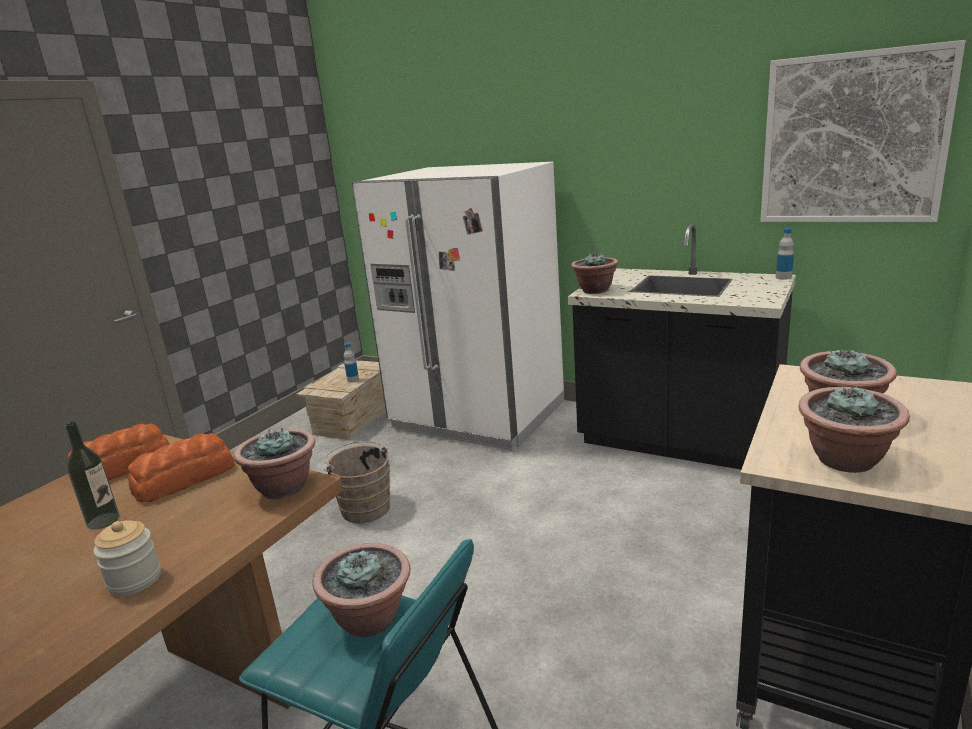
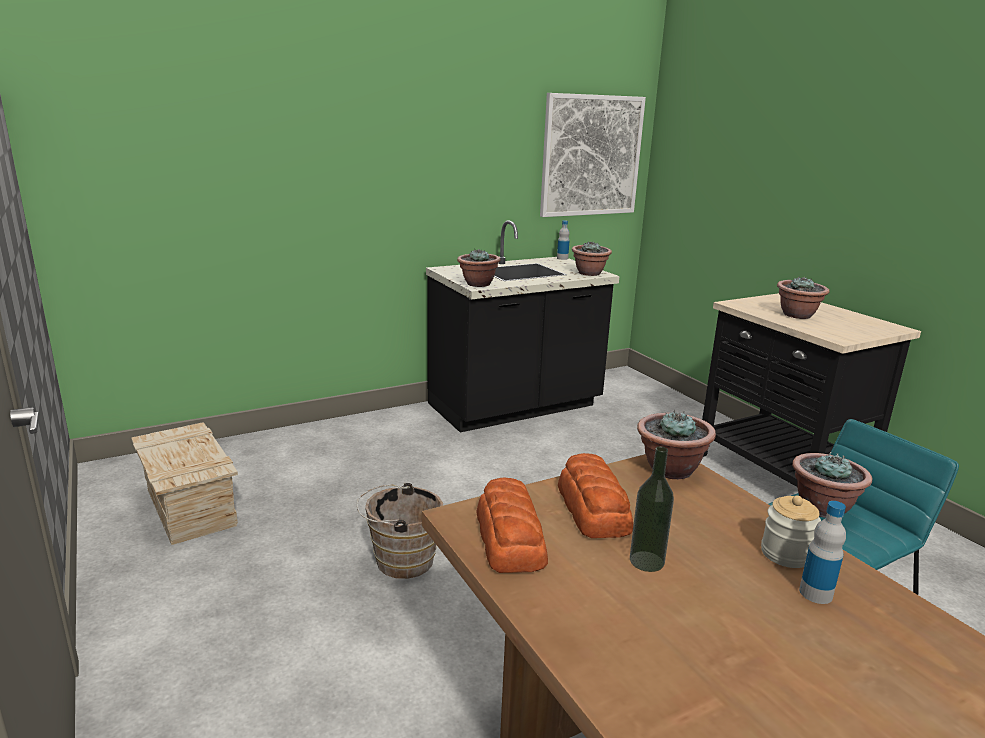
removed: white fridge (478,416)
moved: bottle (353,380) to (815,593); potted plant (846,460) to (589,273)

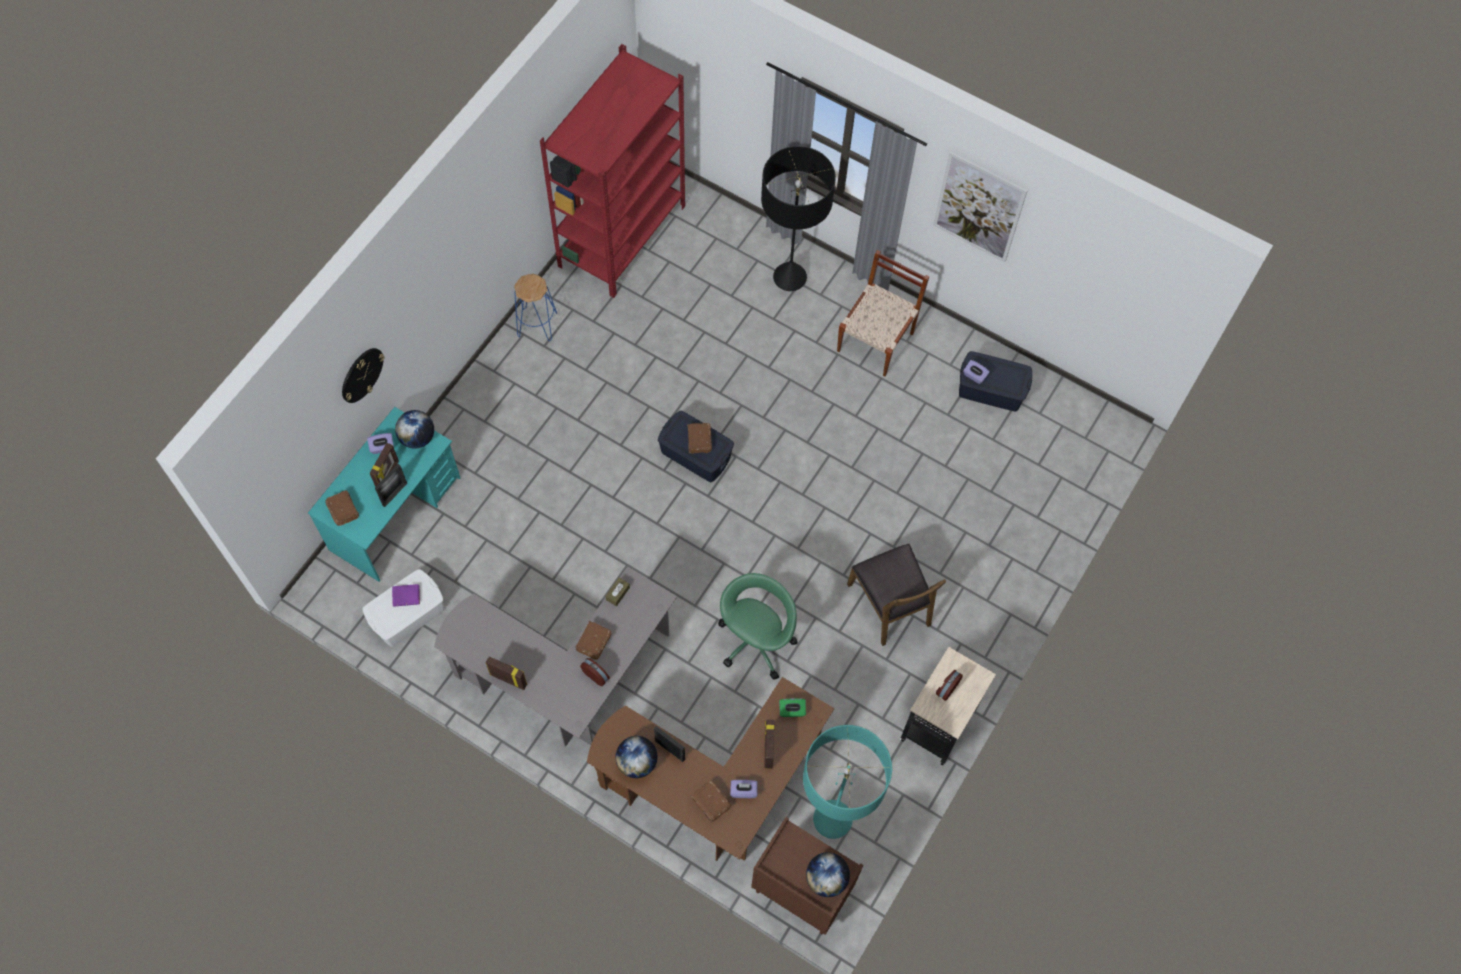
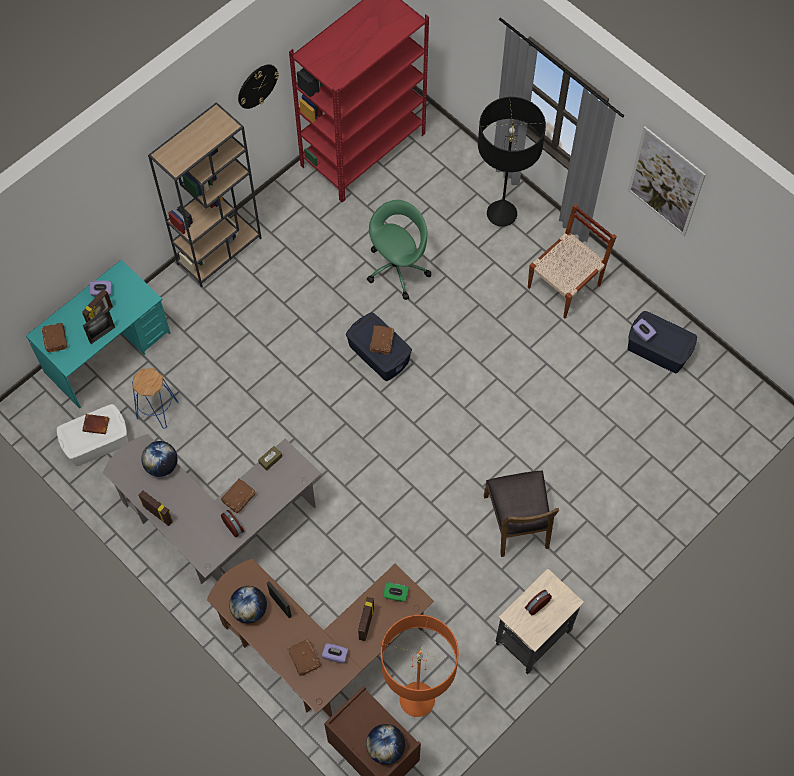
added: bookcase (219,250)
moved: blue stool (537,325) to (157,410); wall clock (361,375) to (257,86); globe (418,438) to (162,465); green office chair (756,641) to (398,268)
recoloured: purple book (407,595) to brown book (97,424); turquoise floor lamp (832,820) to orange floor lamp (417,700)

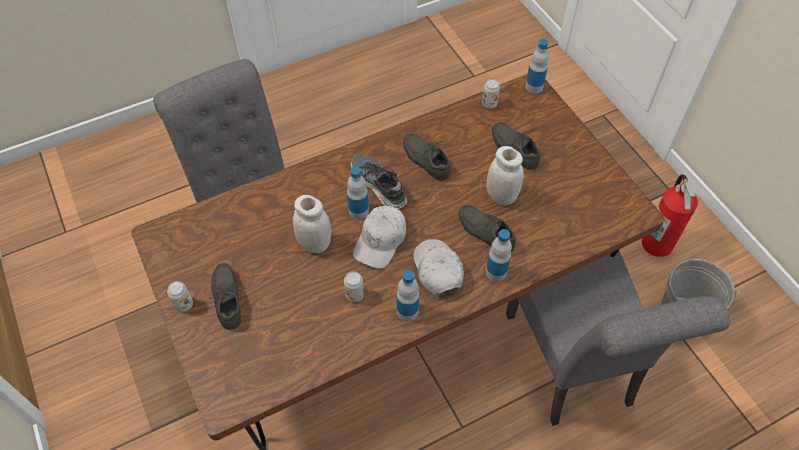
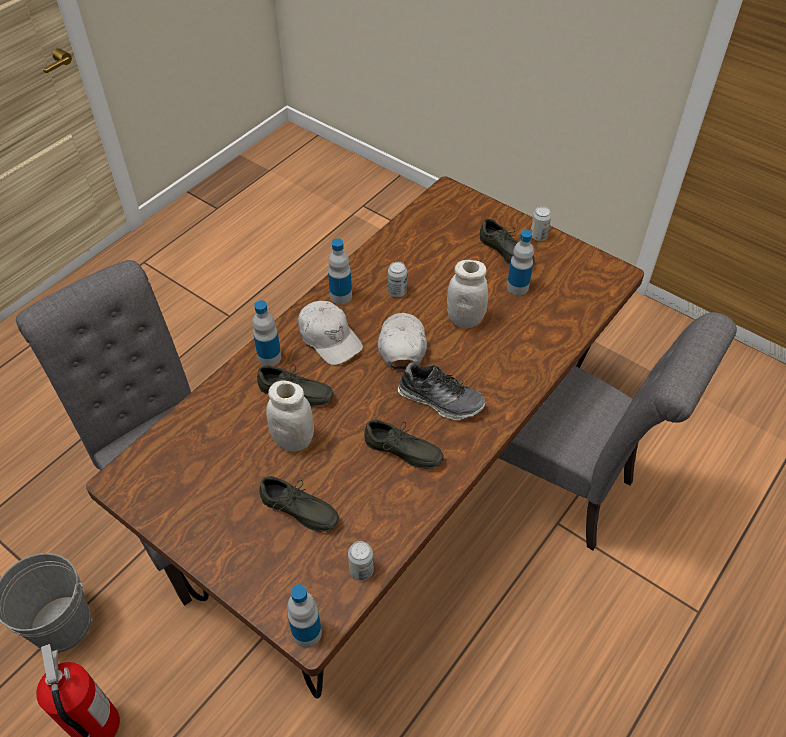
moved: bottle (358,211) to (517,287)

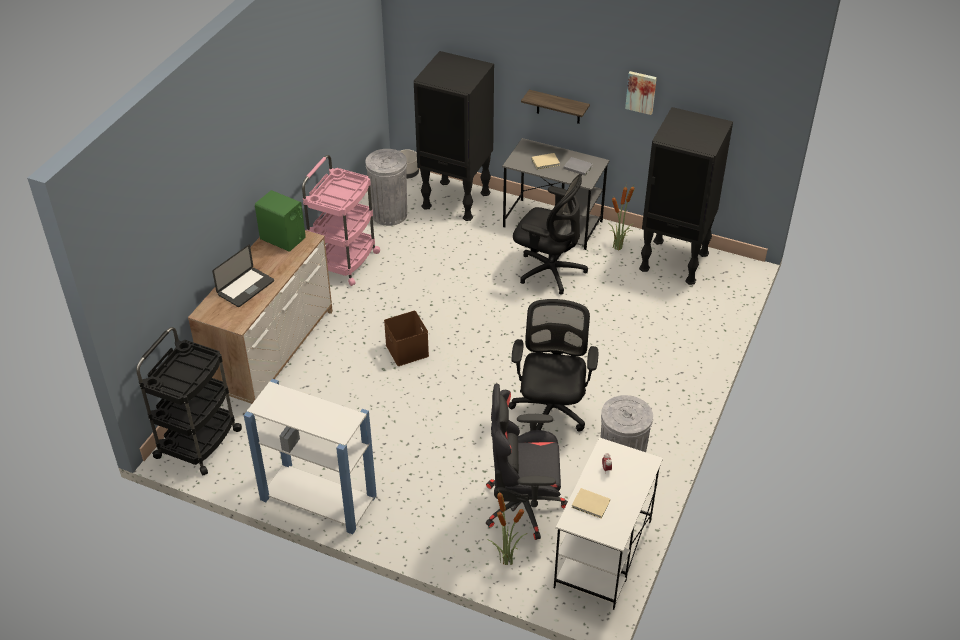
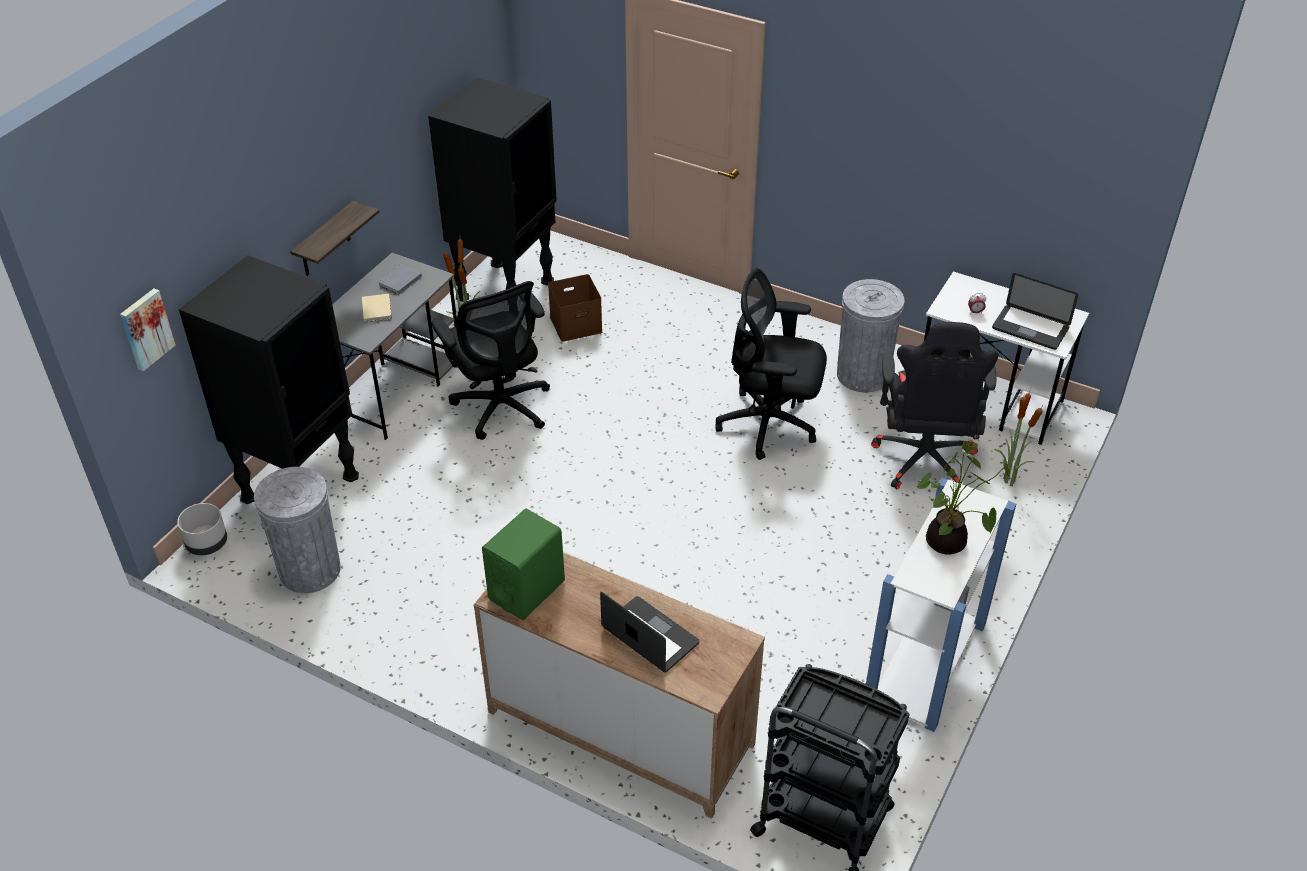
removed: pink cart (344,262)
added: potted plant (949,543)
moved: picture (641,92) to (145,328); brown storage box (408,350) to (576,323)
replaced: beige book (591,505) to laptop (1030,328)
turned: black office chair (546,271) = (497,403) 120 degrees clockwise

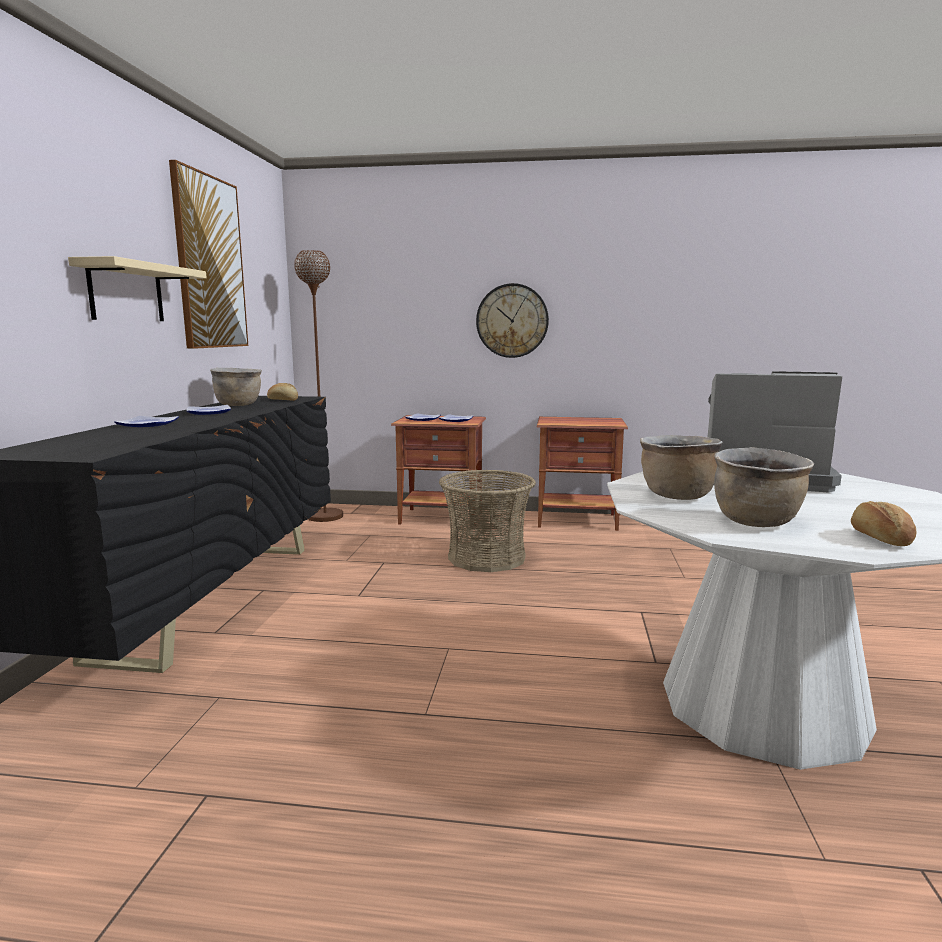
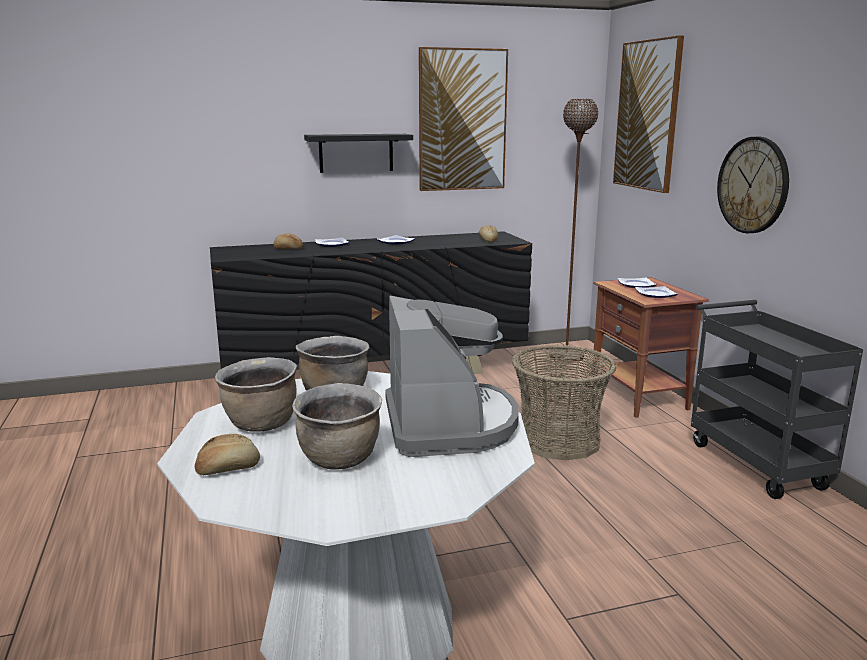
added: picture (647,115); bread (288,249)
moved: brown cooking pot (238,405) to (340,460)
replaced: nightstand (578,520) to grey cart (753,465)
recoloured: beige shelf (126,293) to black shelf (356,153)

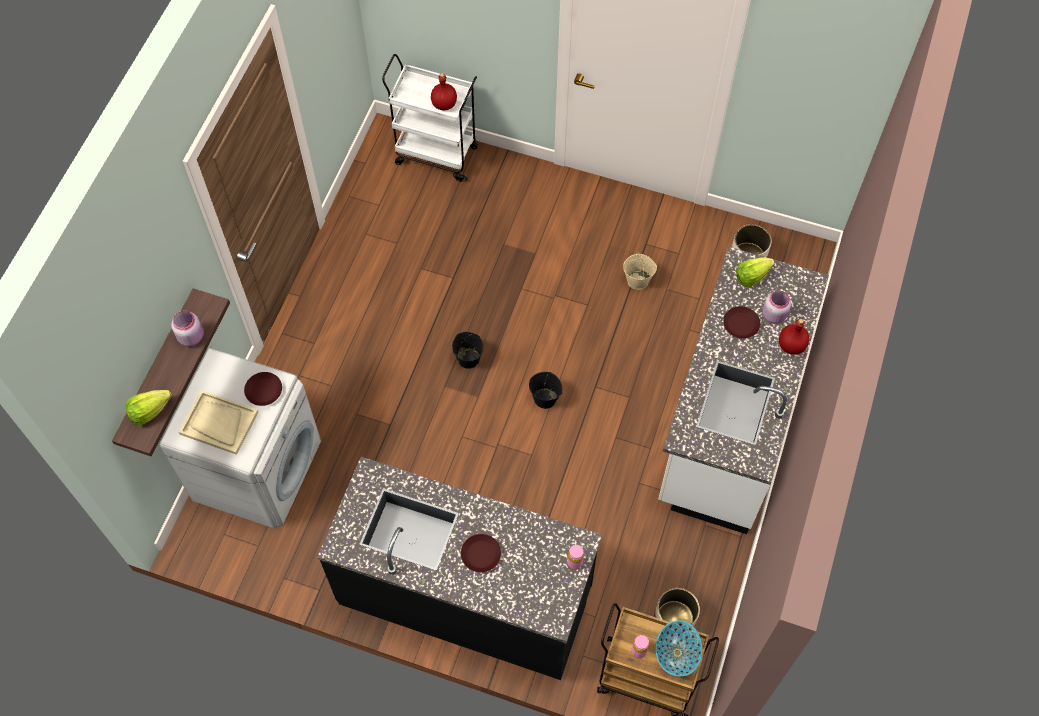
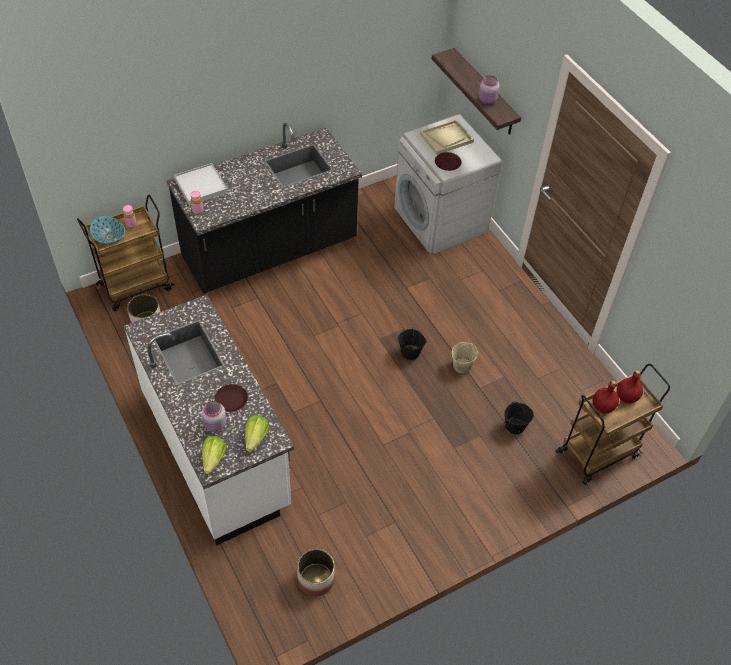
removed: brown plate (480,555)
added: white tray (201,186)
moved: beige bucket (638,280) to (461,366); red bottle (791,346) to (626,396); black bucket (545,398) to (514,426); lettuce (149,411) to (213,459)
recoloured: white cart (437,155) to brown cart (597,454)

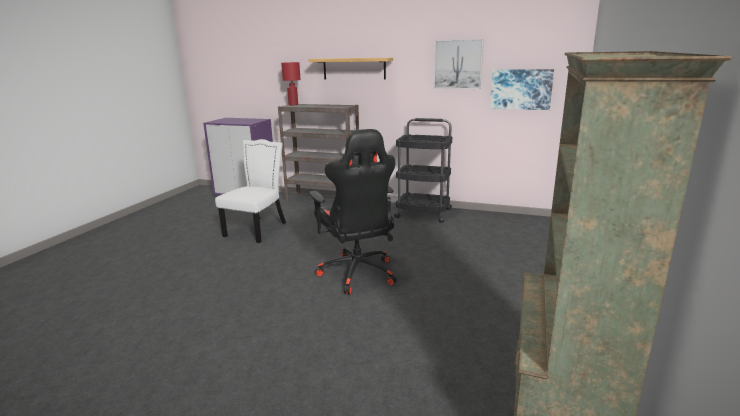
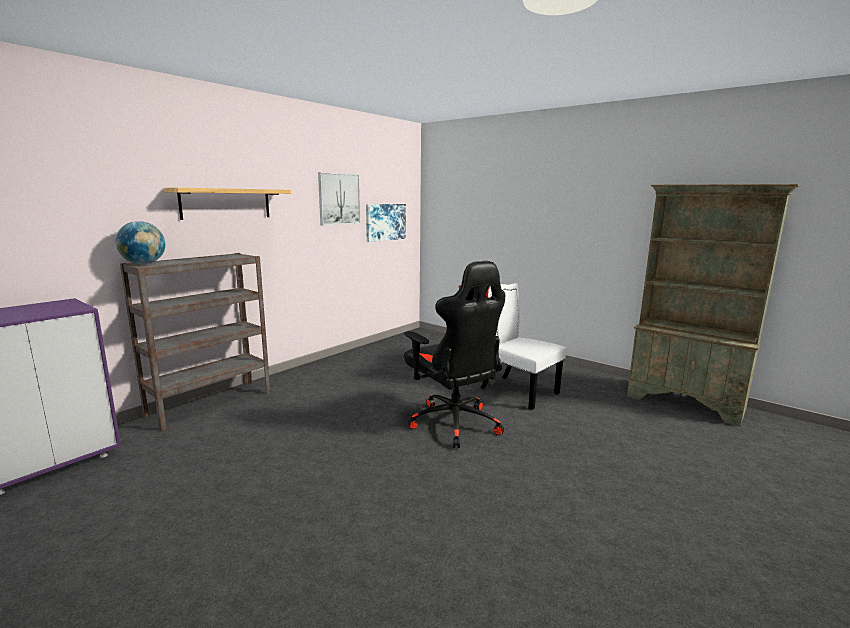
removed: black cart (423,213)
moved: white chair (256,230) to (519,392)
replaced: red table lamp (293,105) to globe (144,264)
turned: black office chair (355,270) = (450,420) 60 degrees clockwise

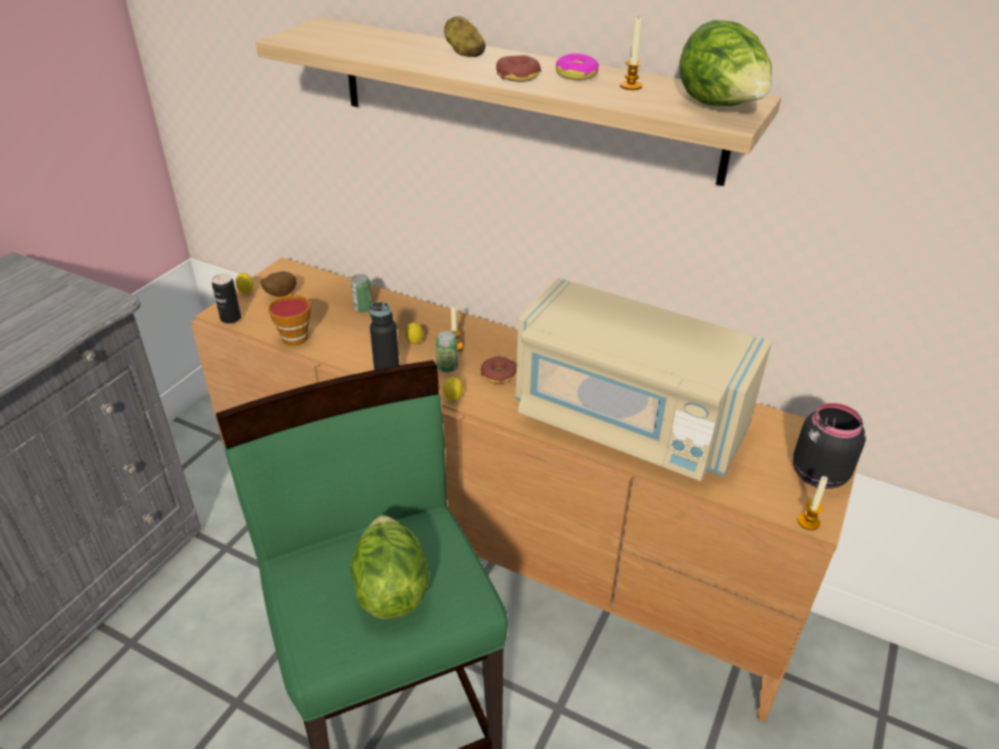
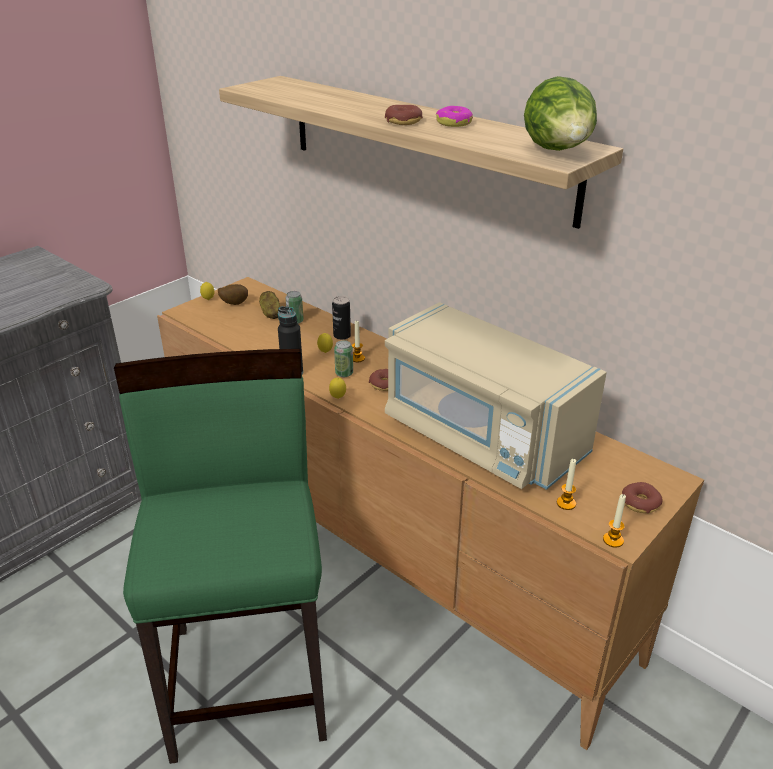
removed: cup (293,336); lettuce (390,588)
moved: potato (464,53) to (270,313); candle (630,86) to (566,503); can (231,318) to (342,336)
replaced: black jar (816,474) to donut (640,503)

